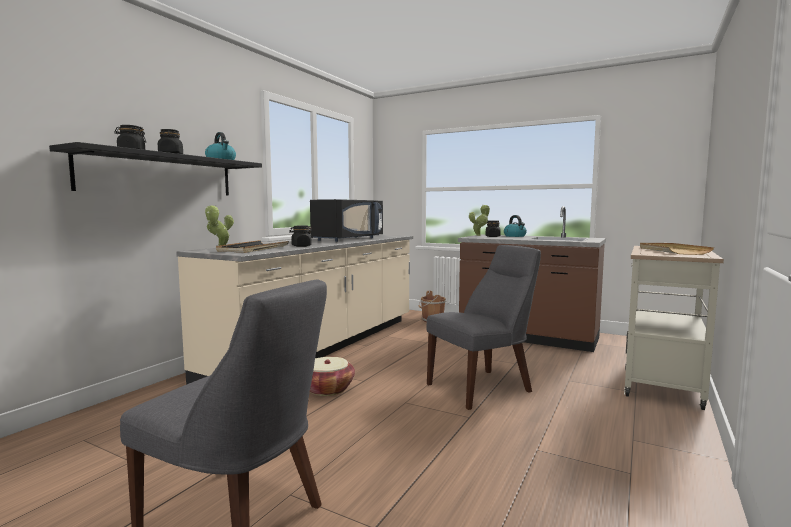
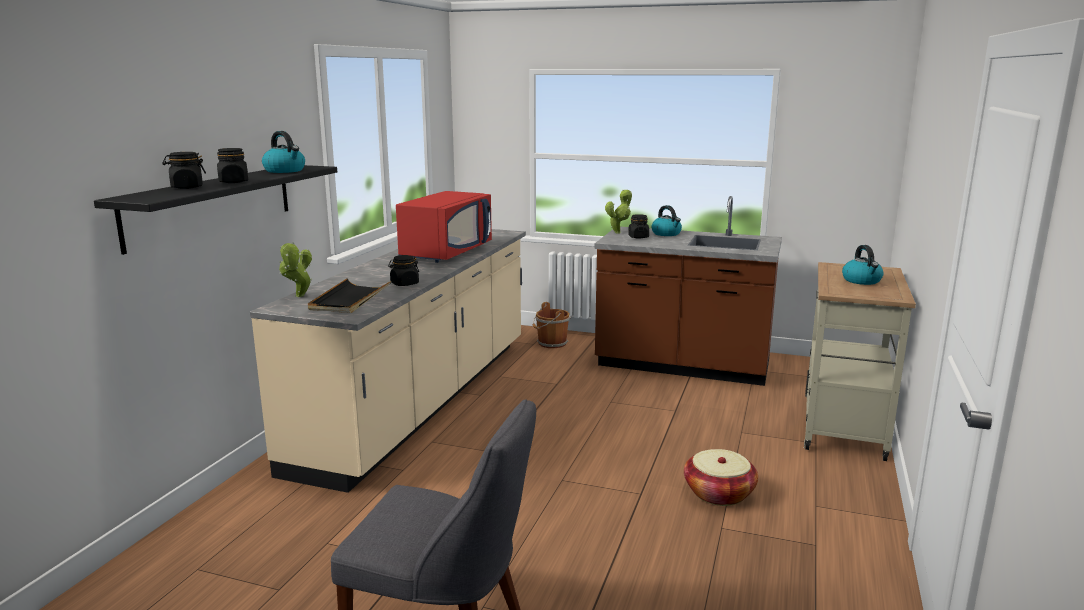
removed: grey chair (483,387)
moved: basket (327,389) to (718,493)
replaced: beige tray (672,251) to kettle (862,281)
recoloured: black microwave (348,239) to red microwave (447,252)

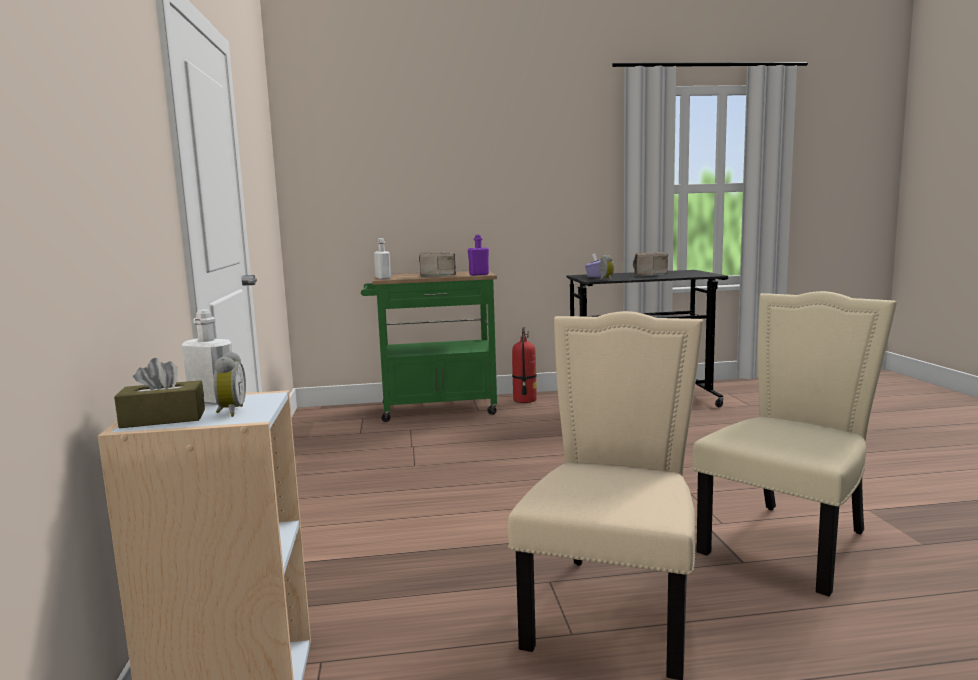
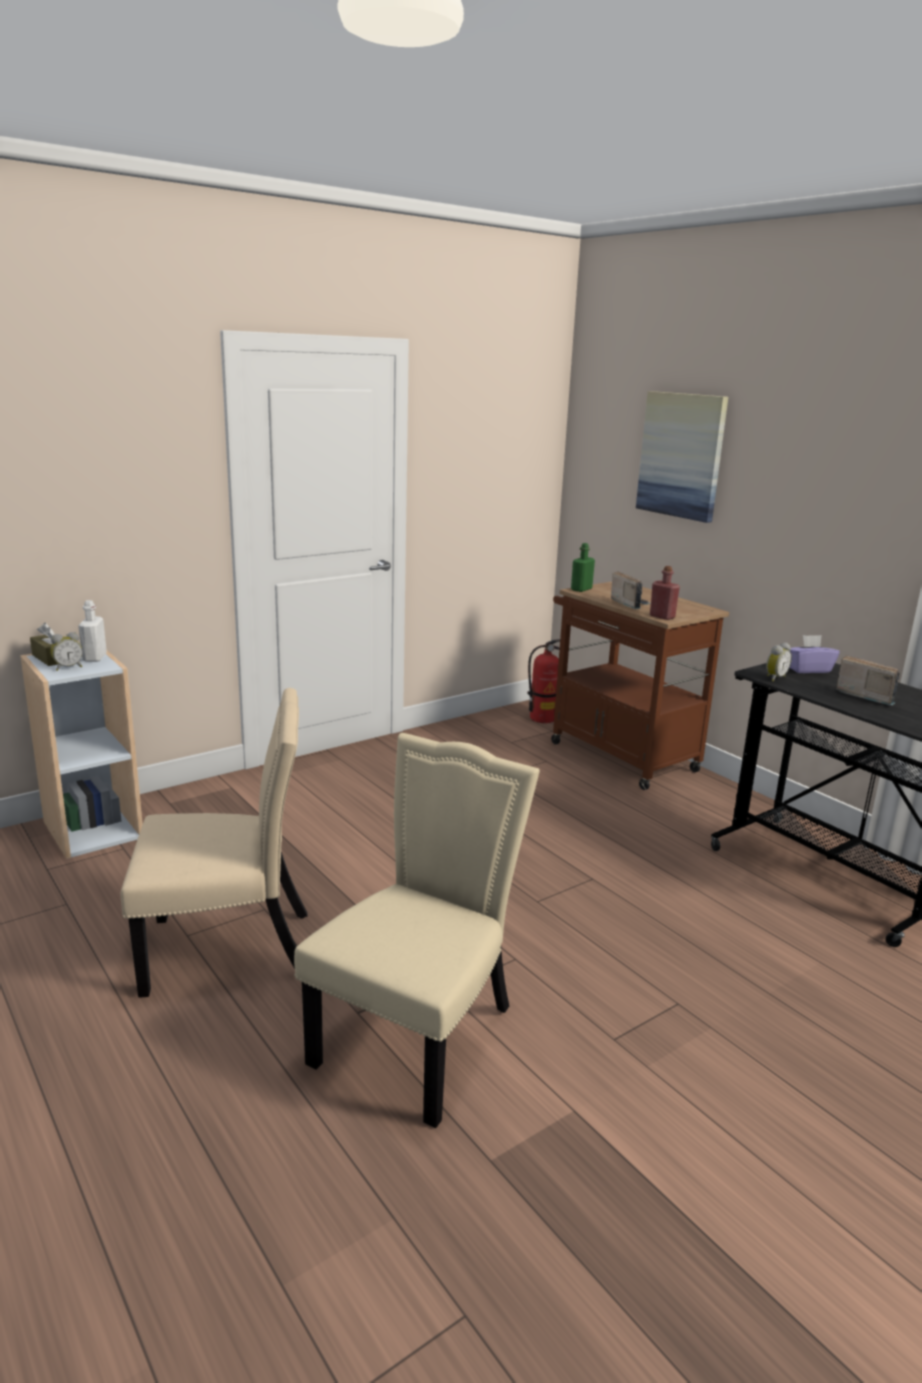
added: picture (681,455)
moved: fire extinguisher (524,400) to (542,718)
recoloured: purple bottle (479,274) to red bottle (662,616); white bottle (383,278) to green bottle (581,589); green cart (434,409) to brown cart (619,755)
turned: beige chair (787,545) = (415,1041) 75 degrees counterclockwise

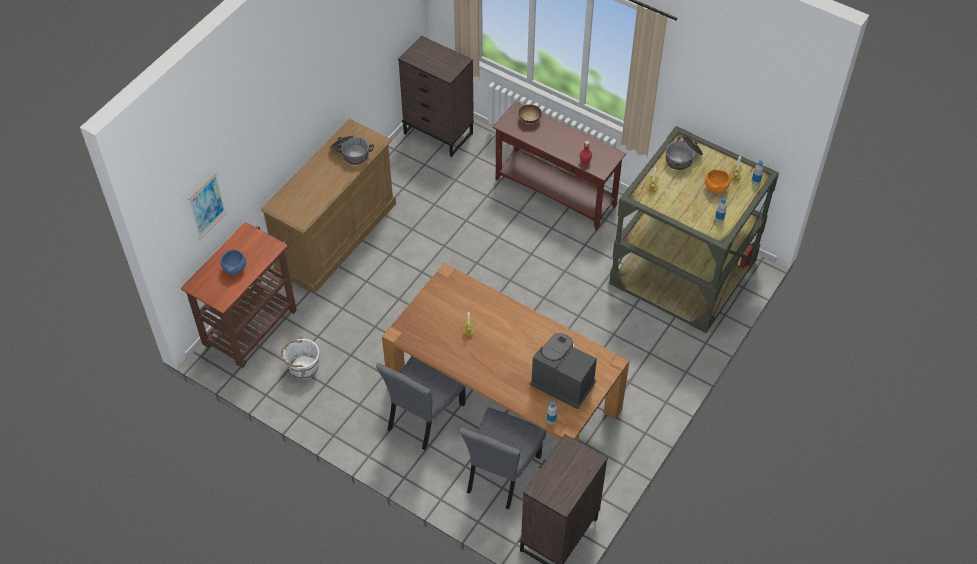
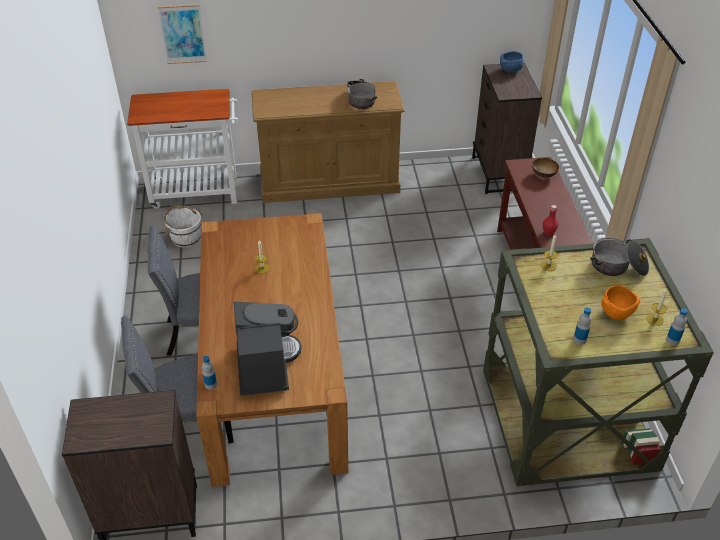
moved: blue bowl (235,269) to (510,70)
recoloured: brown cart (252,328) to white cart (196,192)

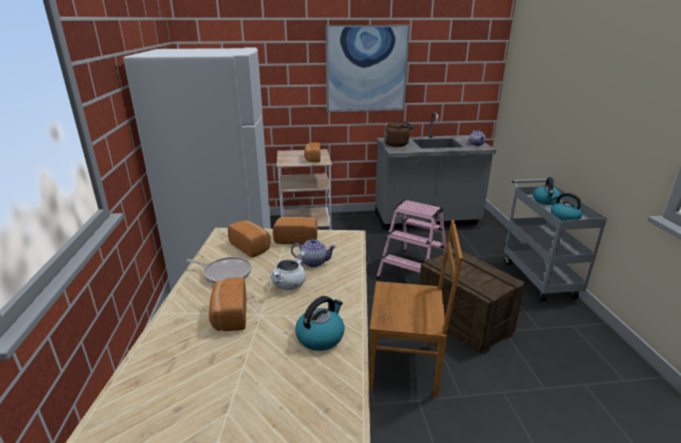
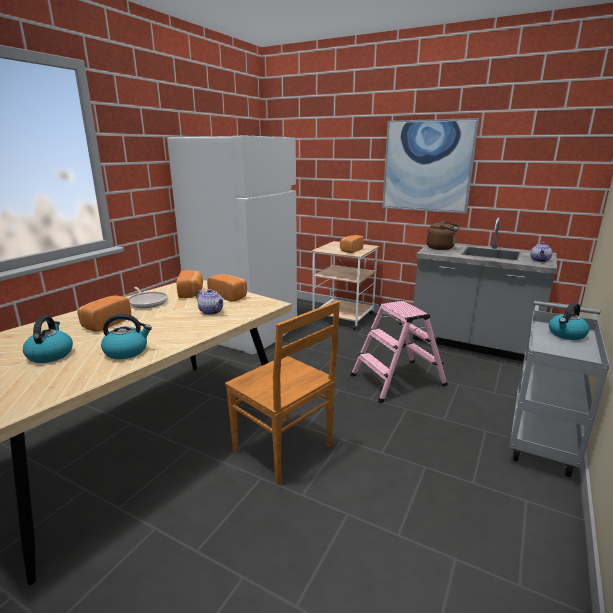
removed: crate (464,322); white cooking pot (289,285)
moved: kettle (563,218) to (50,354)

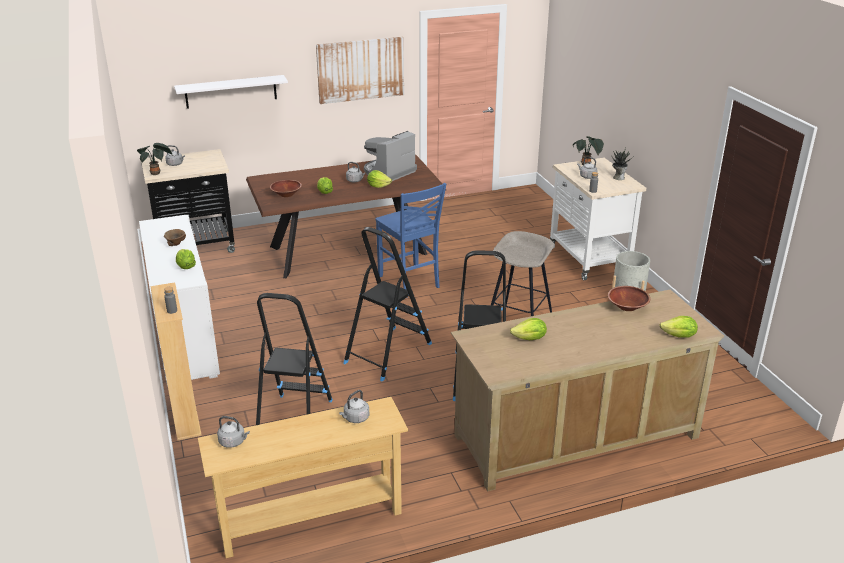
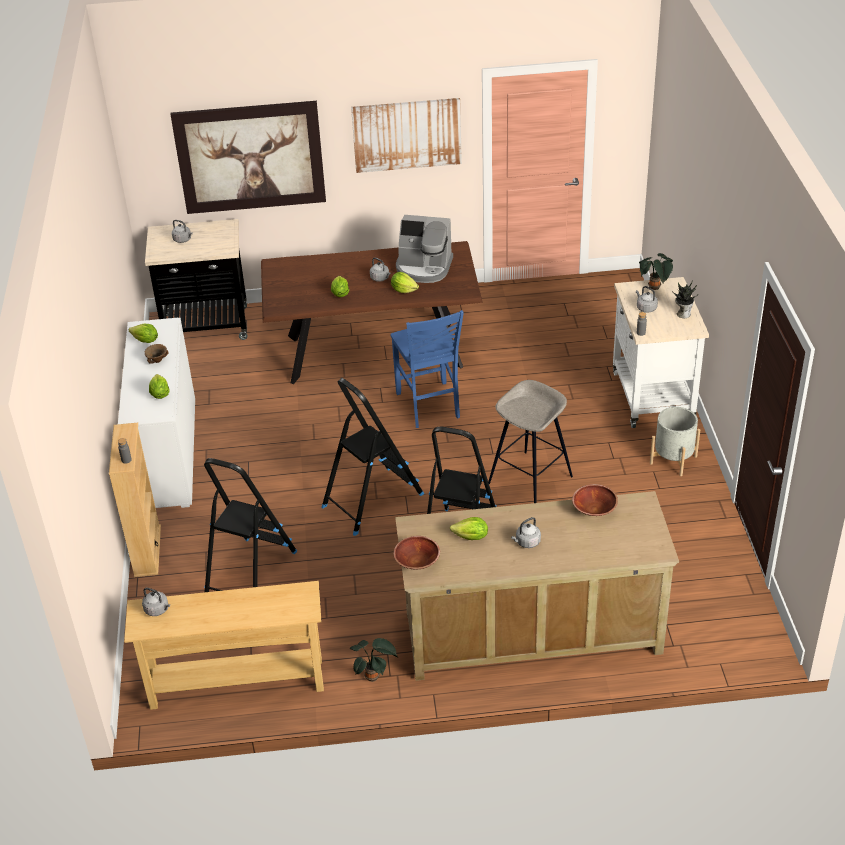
moved: potted plant (156,173) to (374,676); brown bowl (286,194) to (417,562); lettuce (679,336) to (145,341); grey kettle (355,418) to (526,542)
replaced: white shelf (231,91) to picture (250,157)
turned: coffee machine (389,172) = (424,268) 135 degrees counterclockwise

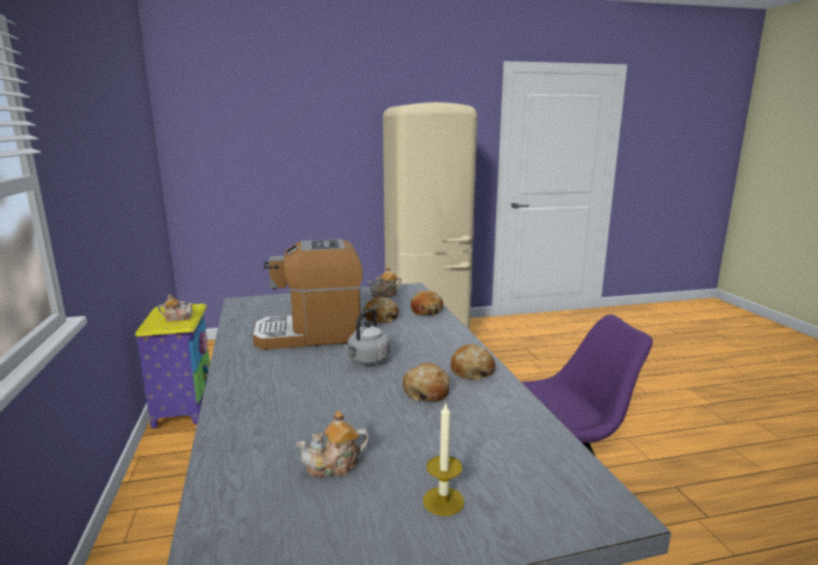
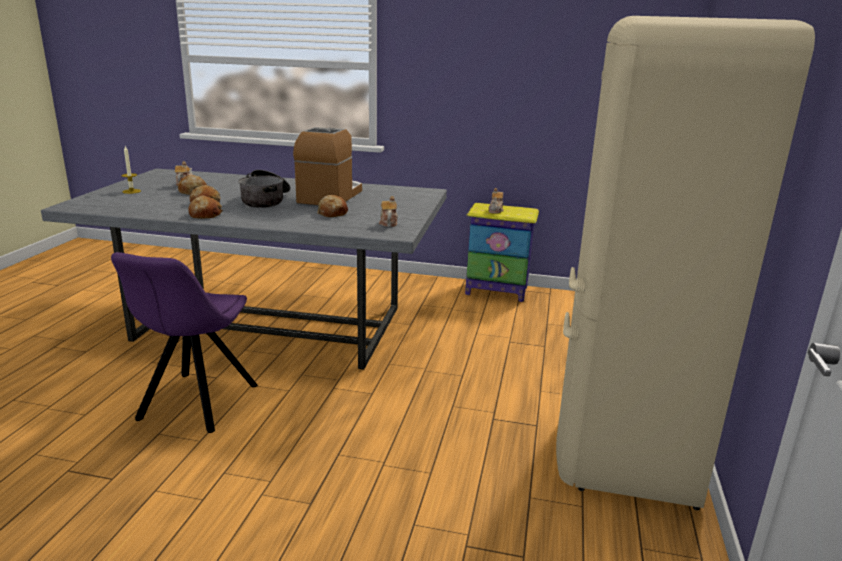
moved: bread (426,310) to (192,192)
replaced: grey kettle (367,361) to cooking pot (266,200)

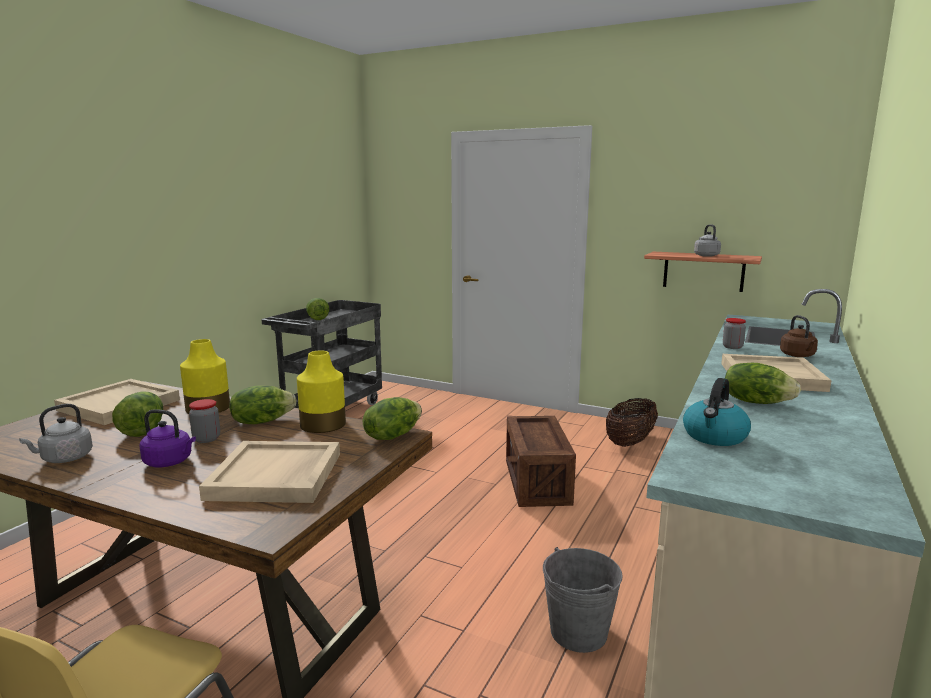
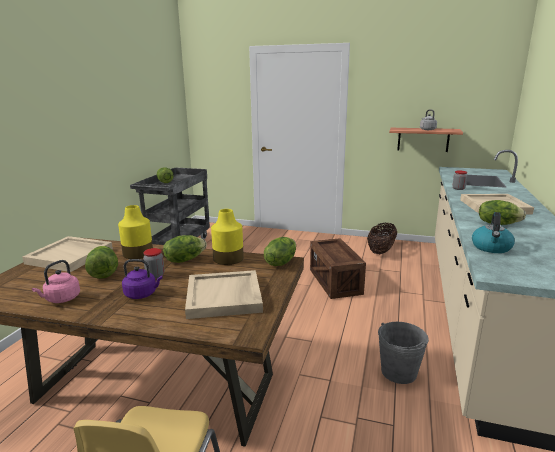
removed: brown kettle (798,355)
recoloured: grey kettle (64,459) to pink kettle (61,299)

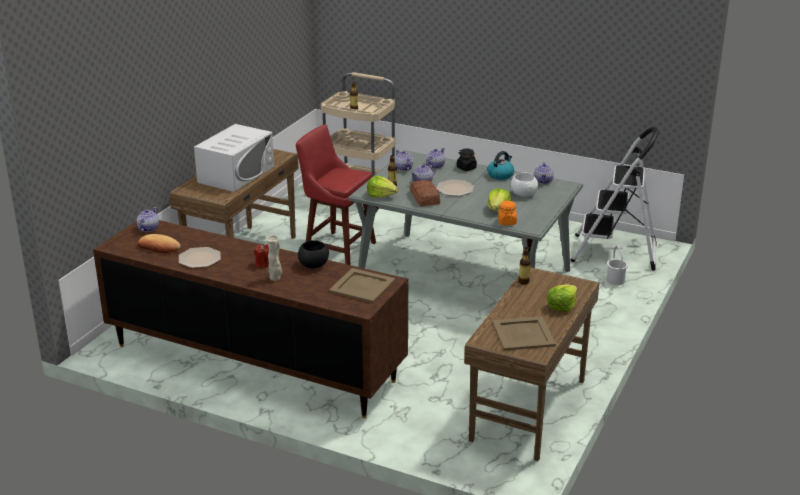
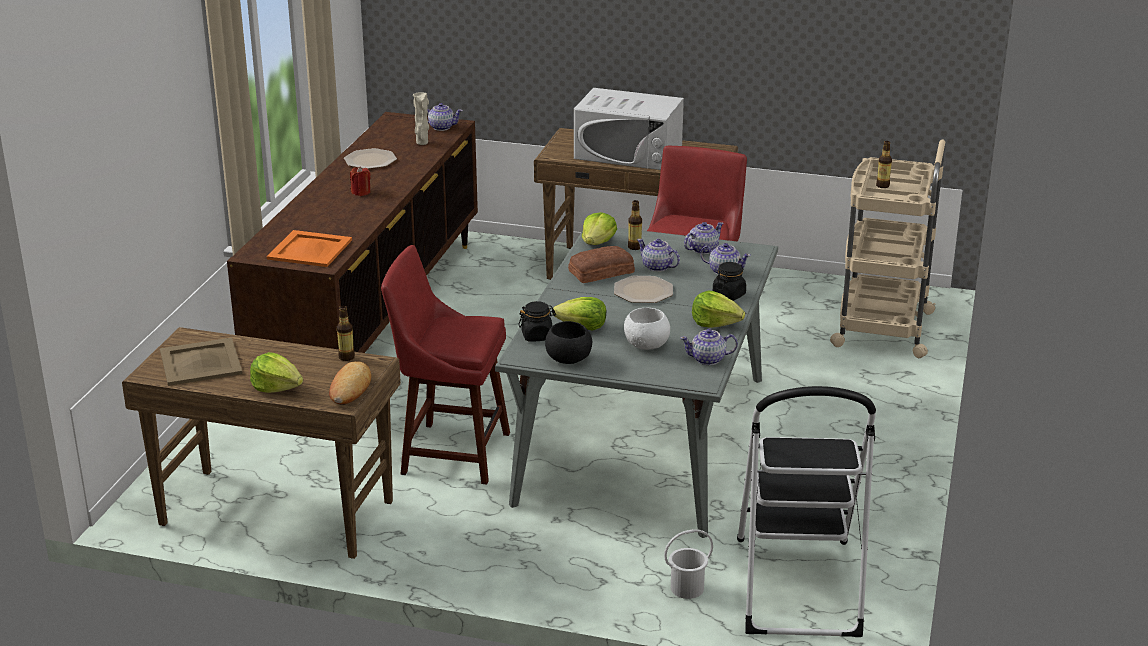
added: red chair (449,452)
moved: bread (159,247) to (350,388); beige vase (275,278) to (422,143); black bowl (314,265) to (568,359)
replaced: kettle (500,175) to lettuce (715,323)
recoloured: orange jar (507,222) to black jar (537,336); beige tray (361,286) to orange tray (309,249)

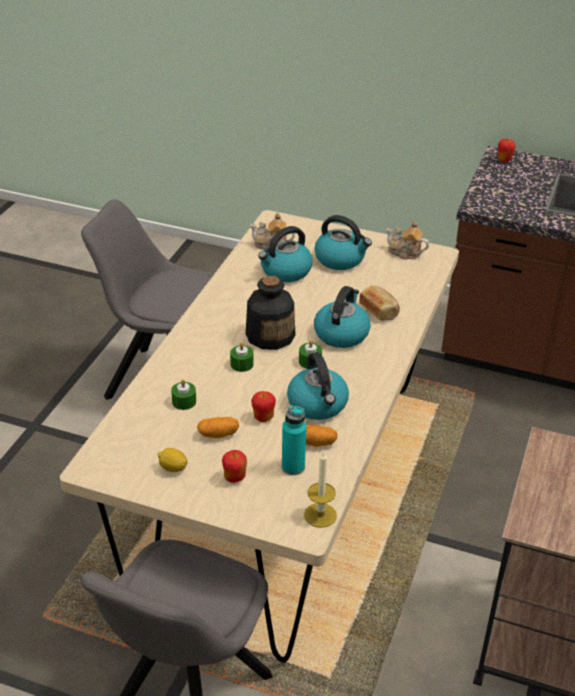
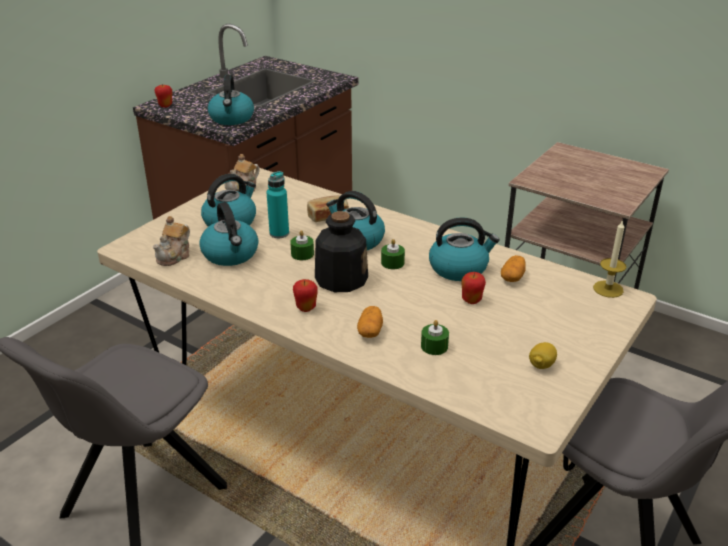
added: kettle (232,118)
moved: green candle (242,364) to (302,254); turquoise bottle (293,467) to (279,233); potato (218,434) to (370,331); apple (234,478) to (306,308)

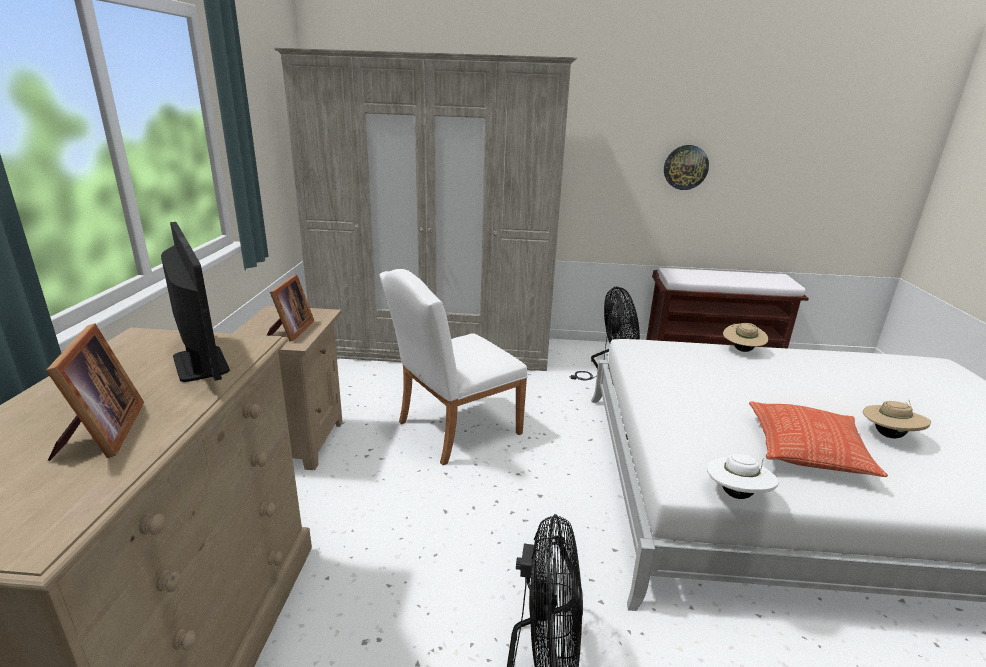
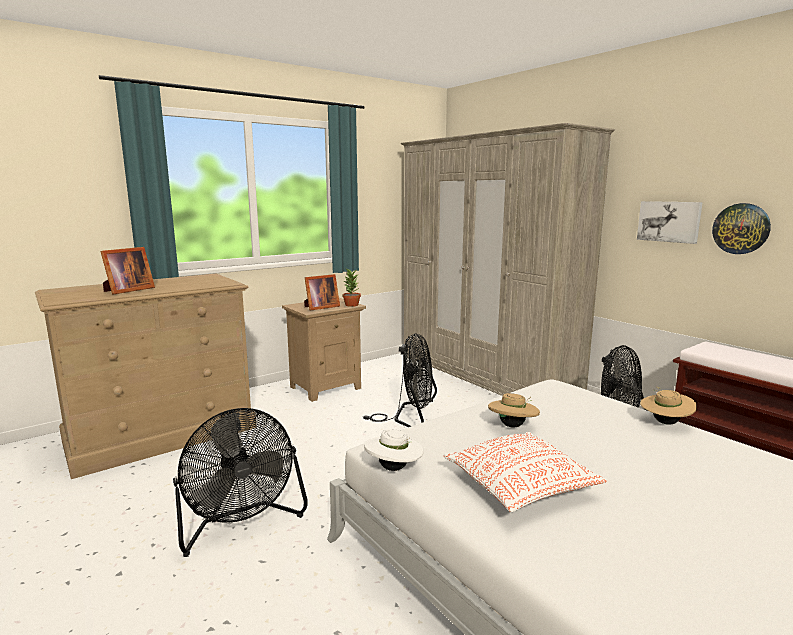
removed: monitor (200,364)
added: picture (669,221); potted plant (351,305)
moved: beige hat (888,435) to (512,426)
replaced: white chair (452,430) to black fan (409,415)
recoloured: orange pillow (807,452) to white pillow (519,486)

